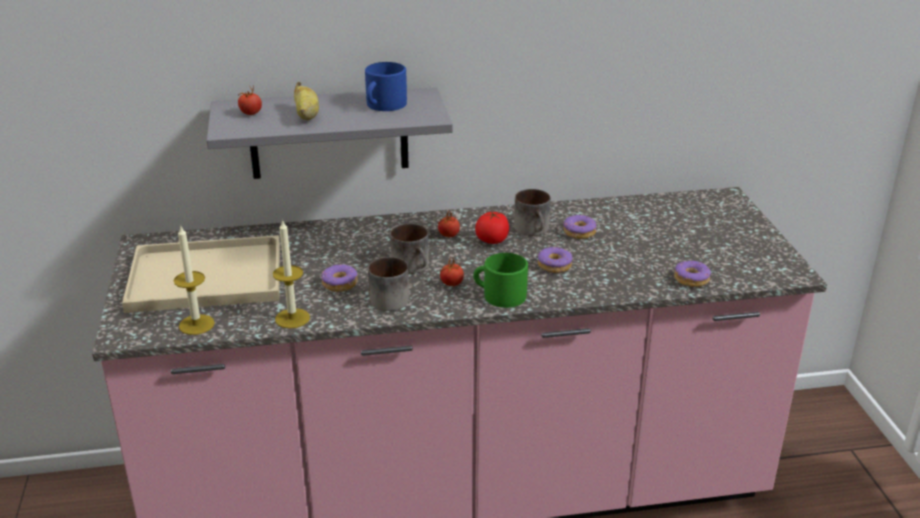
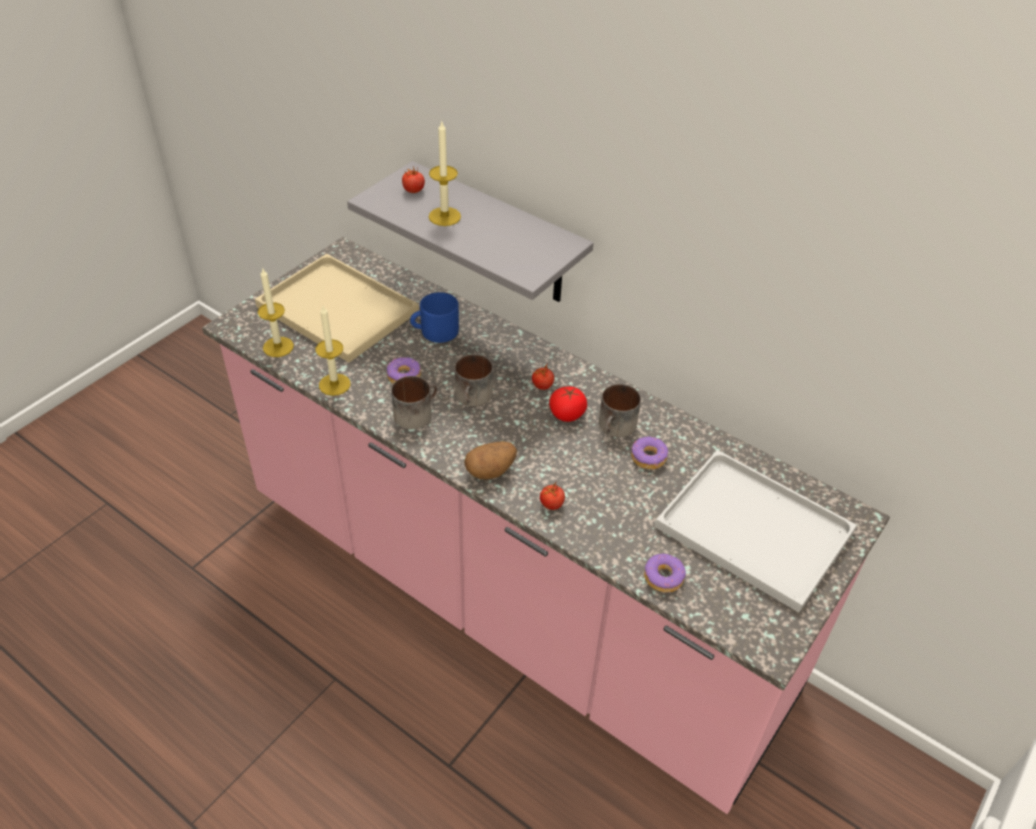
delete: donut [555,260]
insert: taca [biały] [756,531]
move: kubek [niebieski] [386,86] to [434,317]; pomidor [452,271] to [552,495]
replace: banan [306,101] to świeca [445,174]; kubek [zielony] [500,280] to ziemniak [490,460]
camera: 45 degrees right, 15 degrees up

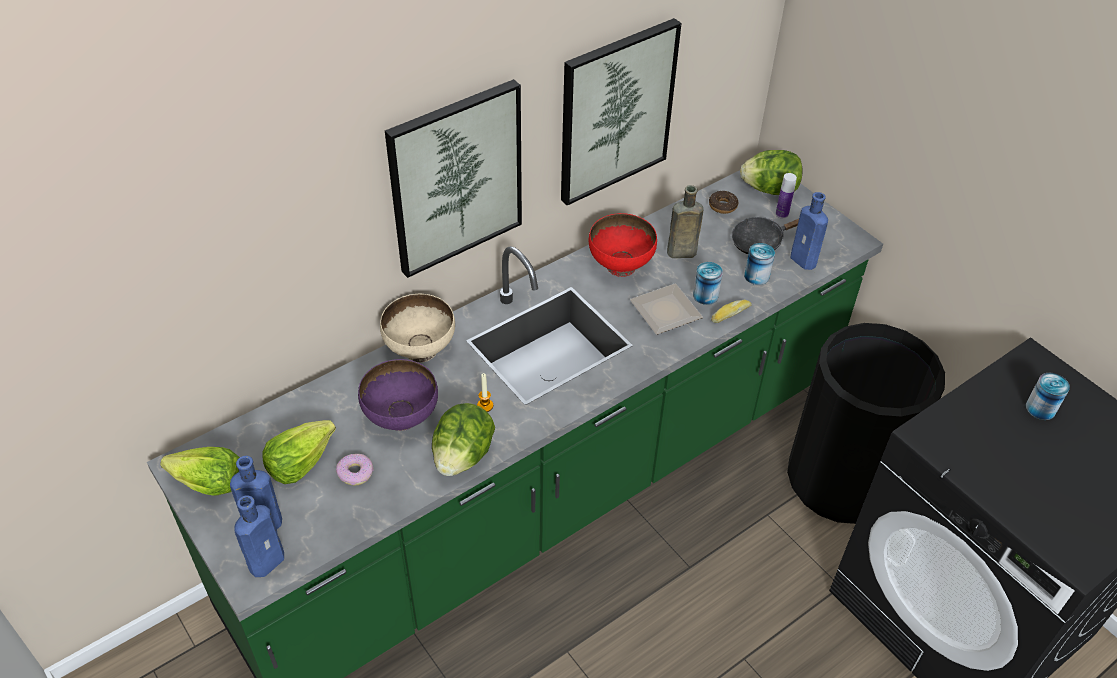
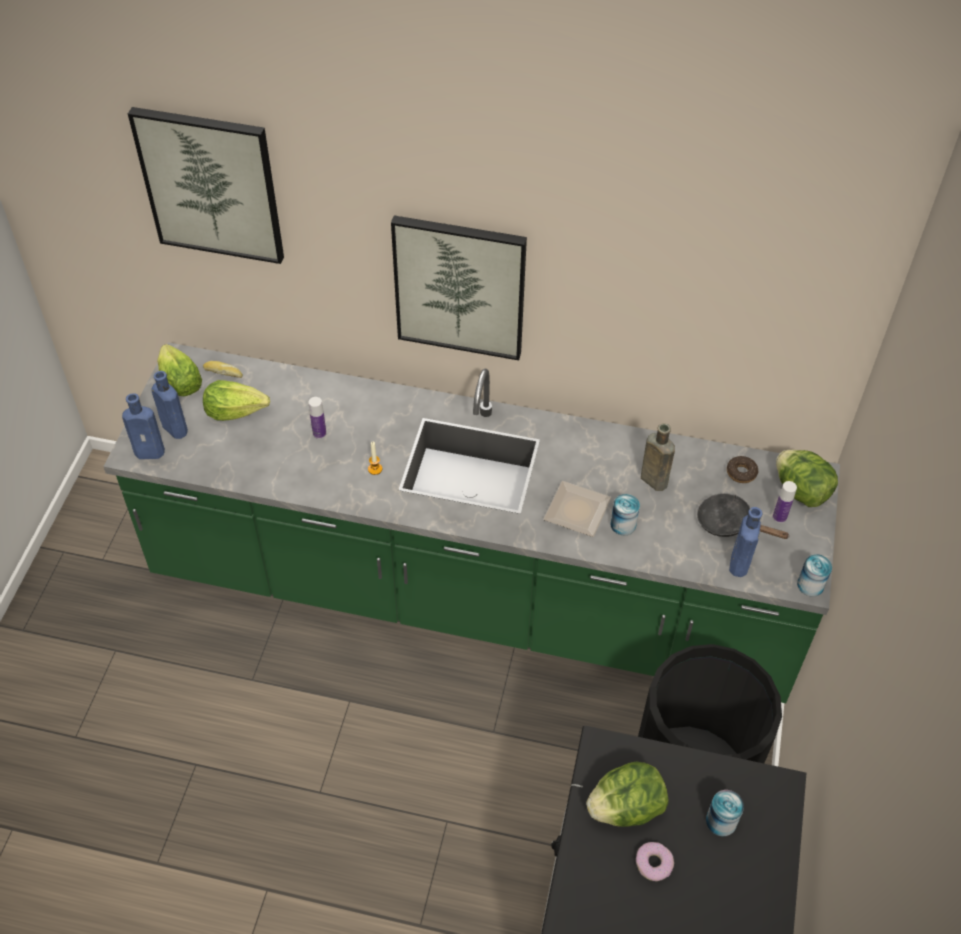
delete: miska [beżowy] [417,328]; miska [czerwony] [623,245]
move: donut [355,470] to [655,861]; sałata [463,439] to [627,794]; obraz [621,111] to [206,185]; chleb [731,311] to [223,369]; puszka [759,264] to [814,575]
replace: miska [fioletowy] [398,395] to butelka [317,418]
camera: 50 degrees right, 5 degrees up

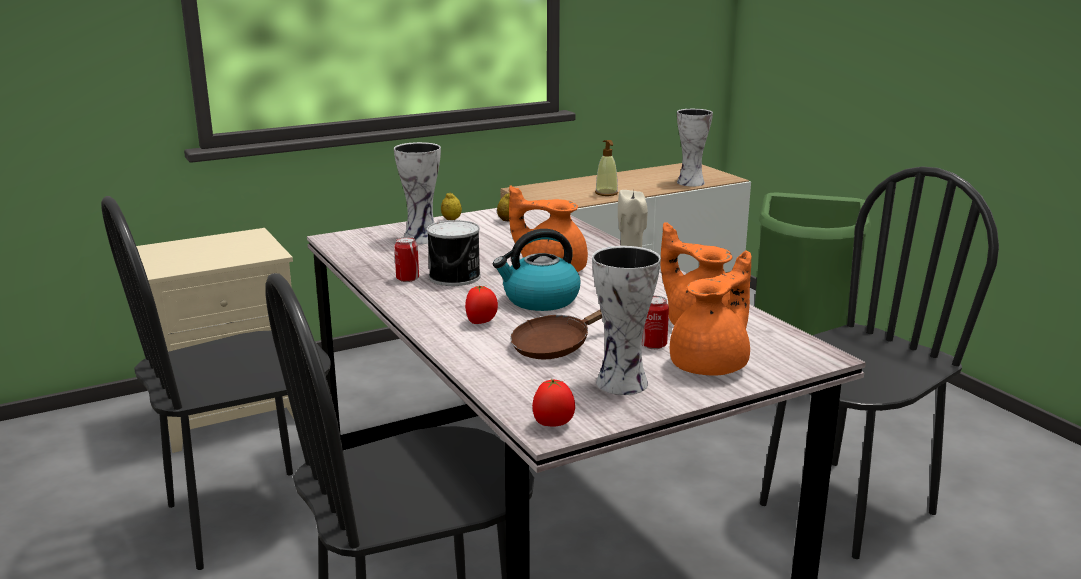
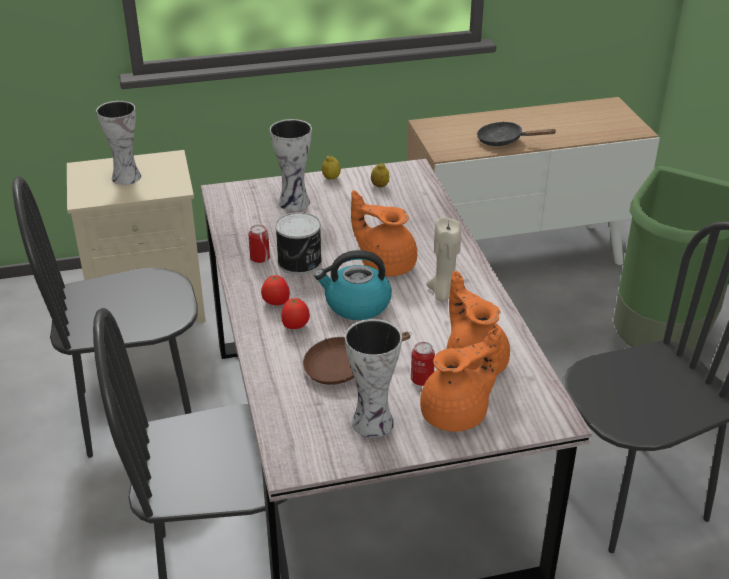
move: pomidor [553,402] to [275,290]; wazon [695,147] to [118,143]
replace: dozownik mydła [606,168] to patelnia [czarny] [517,134]
camera: 15 degrees right, 15 degrees up

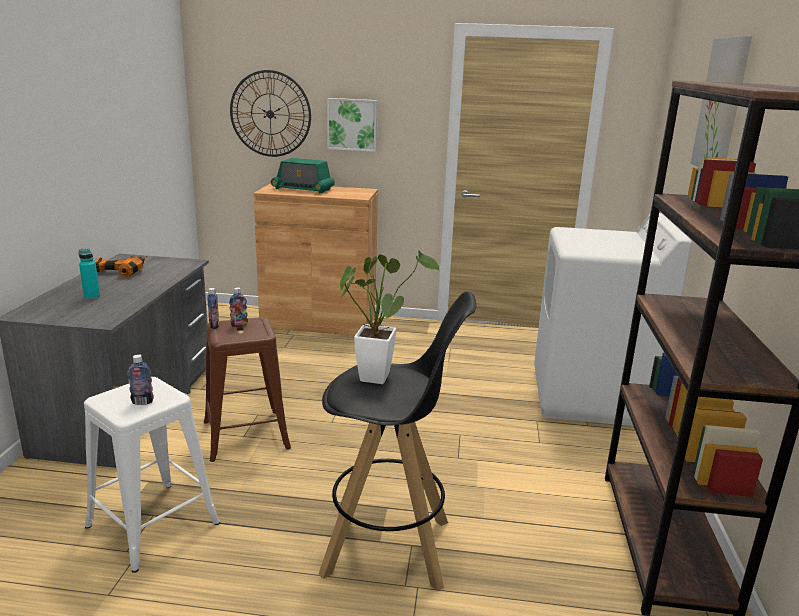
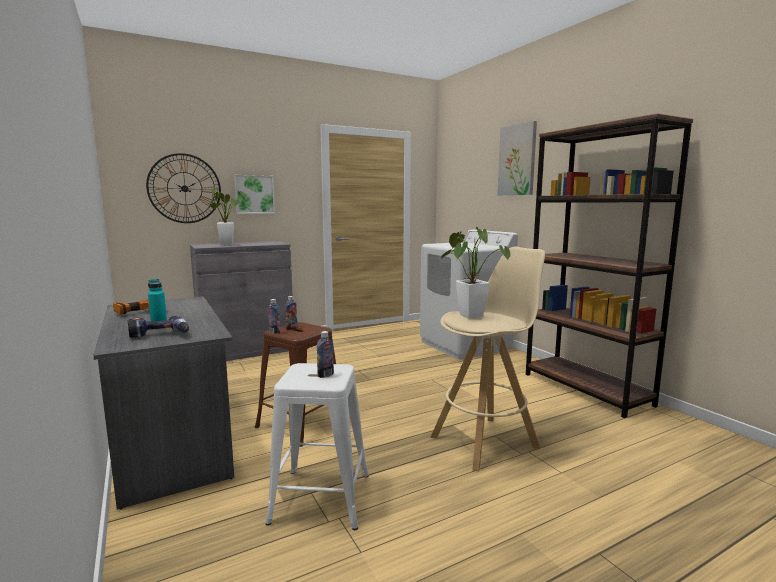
insert: wiertarka [158,326]
replace: radio [303,176] to roślina doniczkowa [228,216]
recolor: szafka [brązowy] [316,259] to szafka [szary] [241,301]; stołek [czarny] [398,441] to stołek [beżowy] [487,359]
camera: 35 degrees left, 10 degrees down

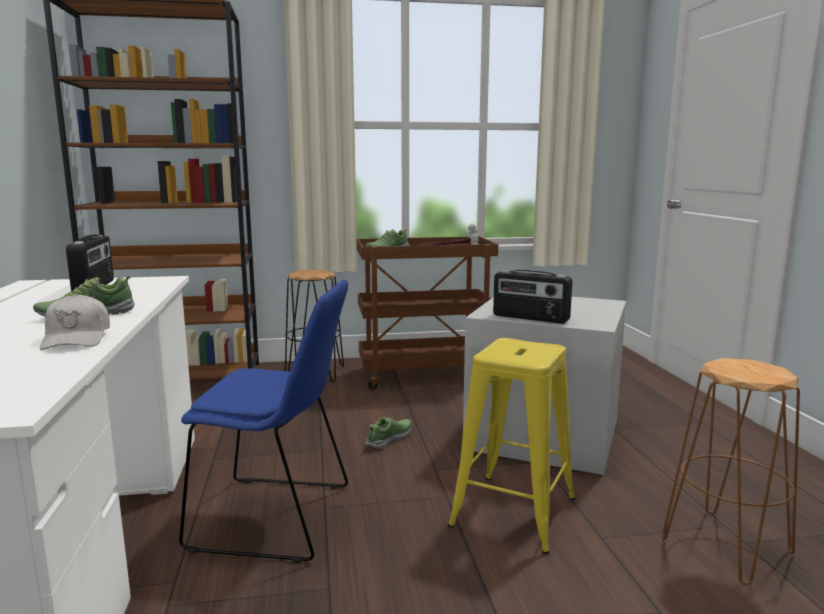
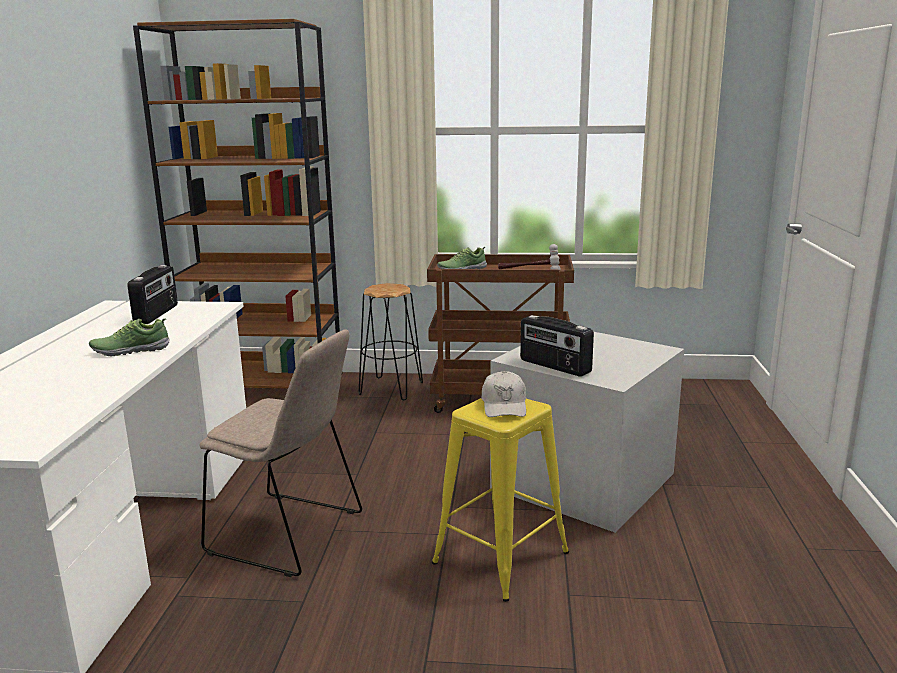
delete: but [388,433]; stołek [brązowy] [731,471]
move: czapka z daszkiem [biały] [75,322] to [503,394]
recolor: krzesło [niebieski] [263,422] to krzesło [beżowy] [280,453]
camera: 15 degrees right, 5 degrees up

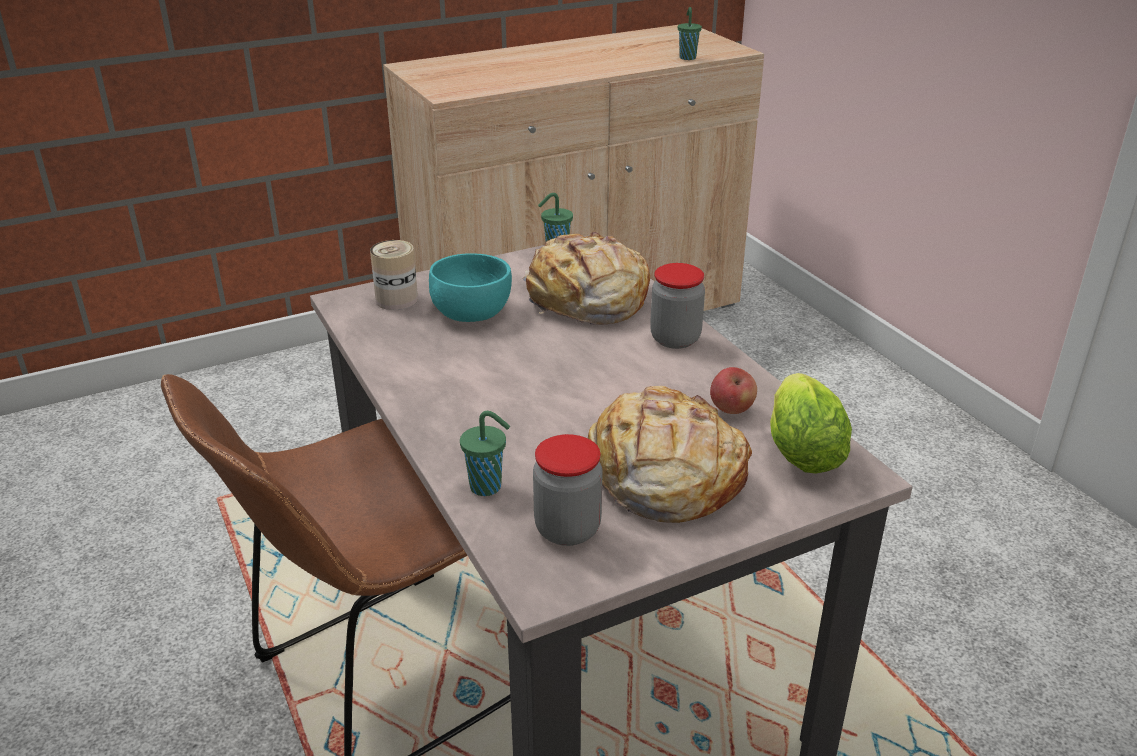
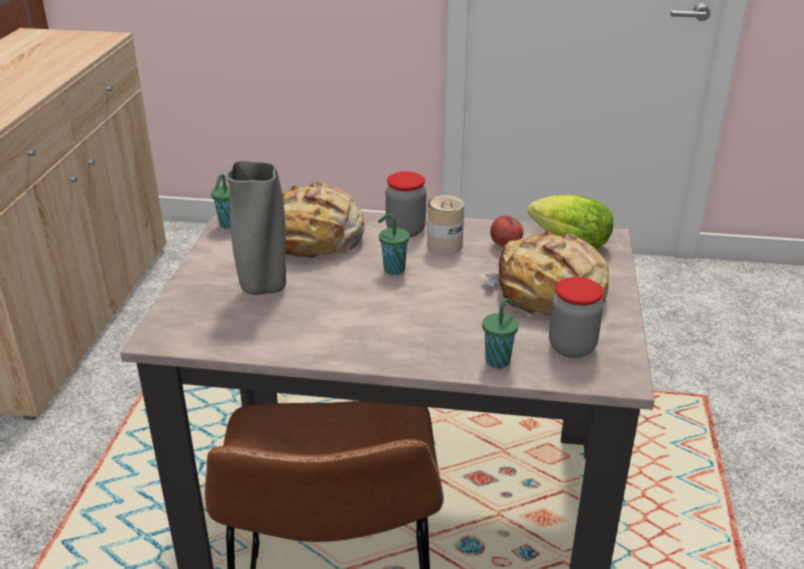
move: puszka [394,275] to [445,225]; filiżanka [zielony] [690,33] to [394,244]
replace: miska [turkusowy] [470,287] to wazon [szary] [256,228]
camera: 55 degrees left, 0 degrees up

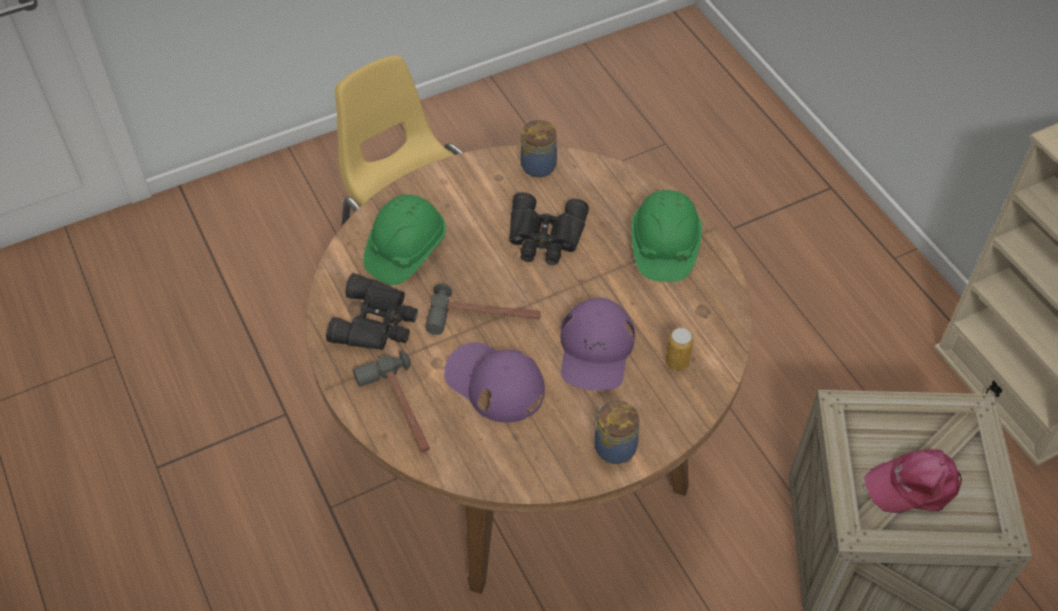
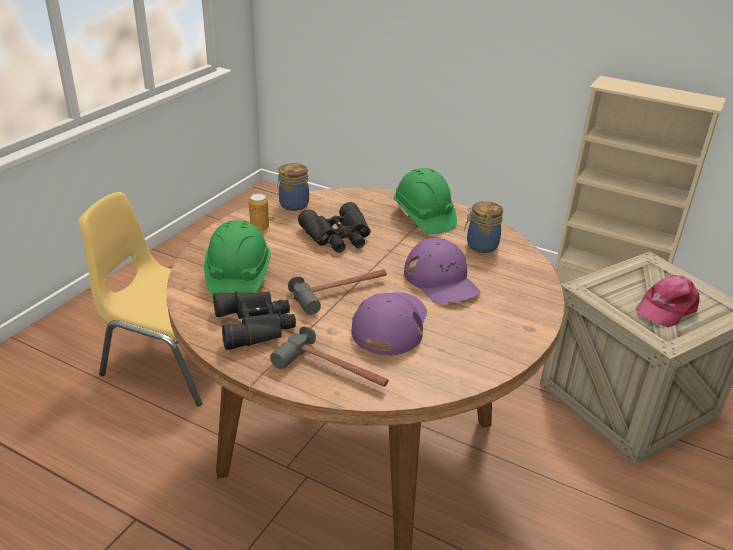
move: słoik [616,432] to [483,227]; puszka [679,349] to [259,213]
rotate: czapka z daszkiem [fioletowy] [494,382] = [389,324] 105 degrees clockwise
camera: 35 degrees left, 20 degrees down

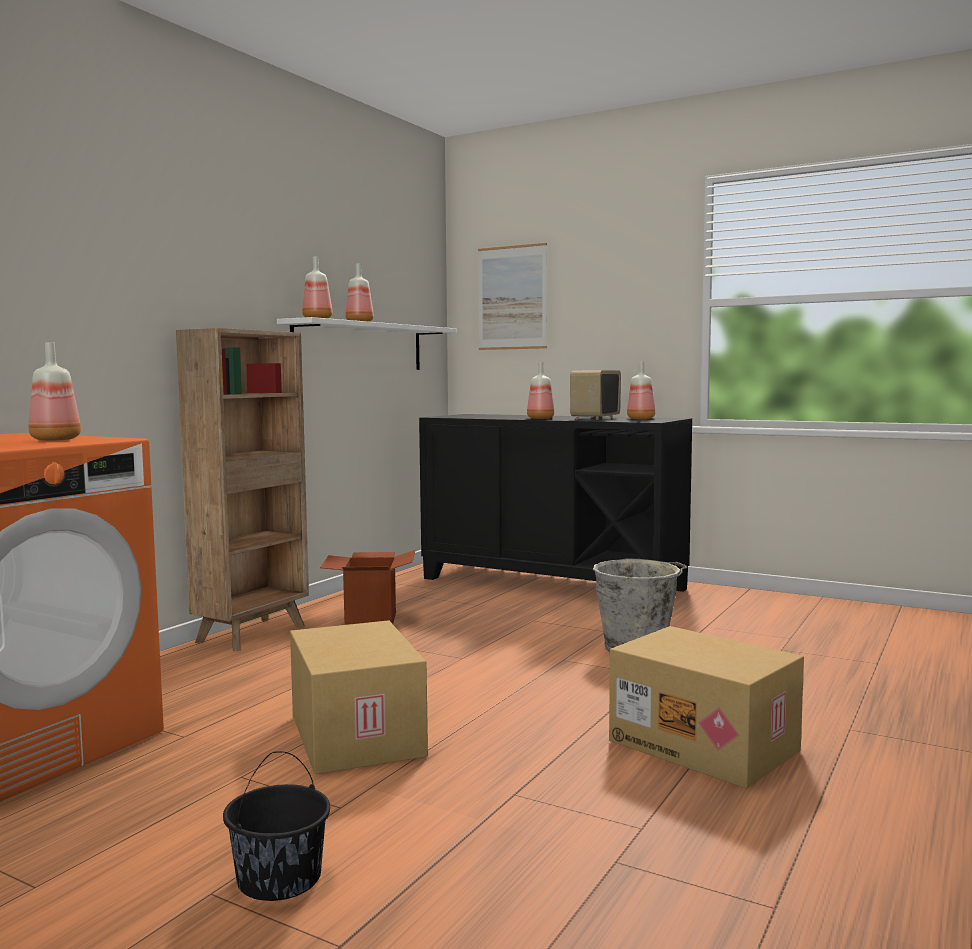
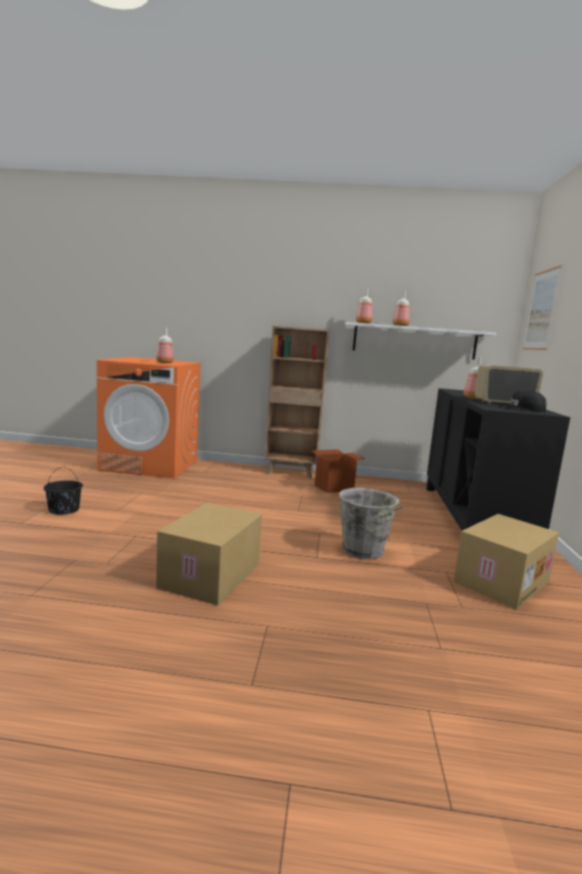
move: karton [359,697] to [506,561]
replace: butelka [641,390] to czapka z daszkiem [czarny] [523,401]
camera: 65 degrees right, 5 degrees up

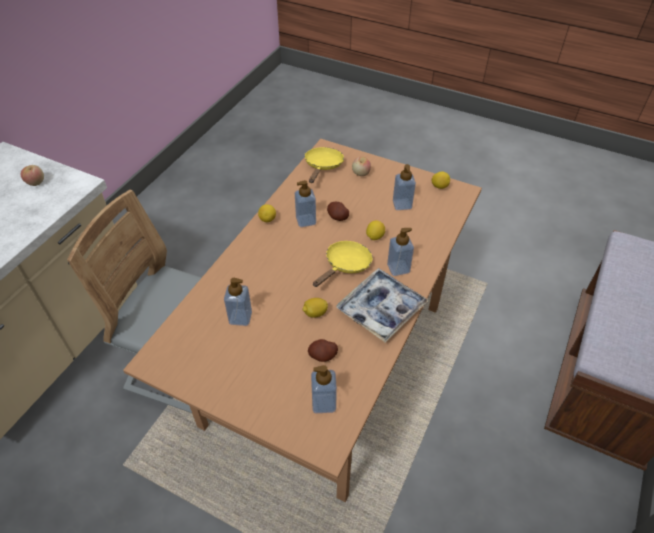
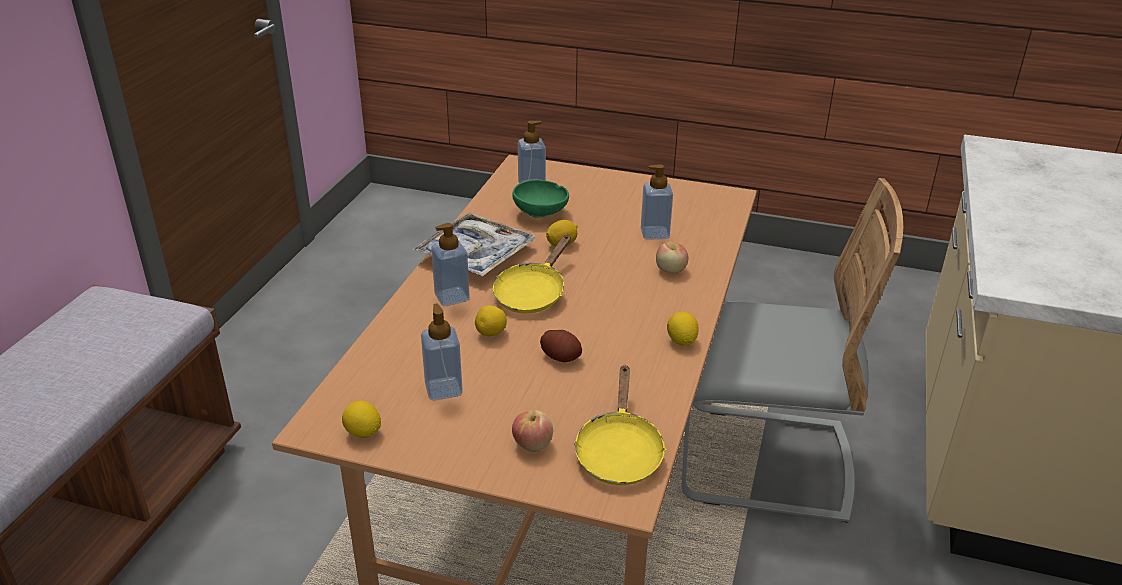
delete: dozownik mydła [305,203]
move: jabłko [32,175] to [672,257]
replace: ziemniak [323,350] to miska [zielony] [541,199]
camera: 170 degrees right, 15 degrees down

